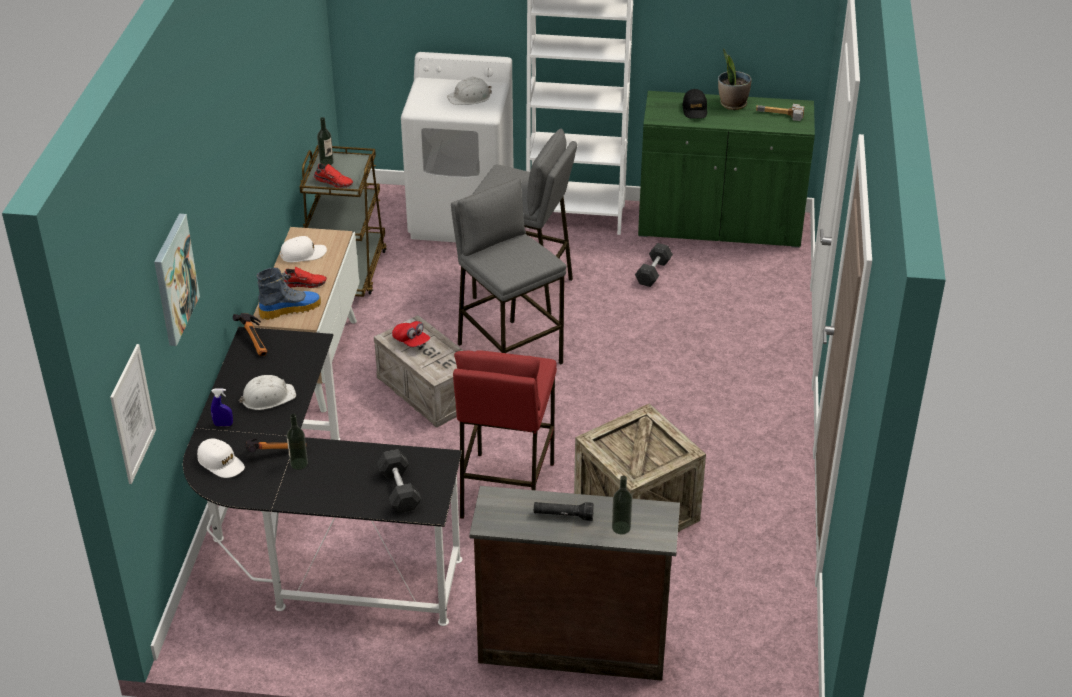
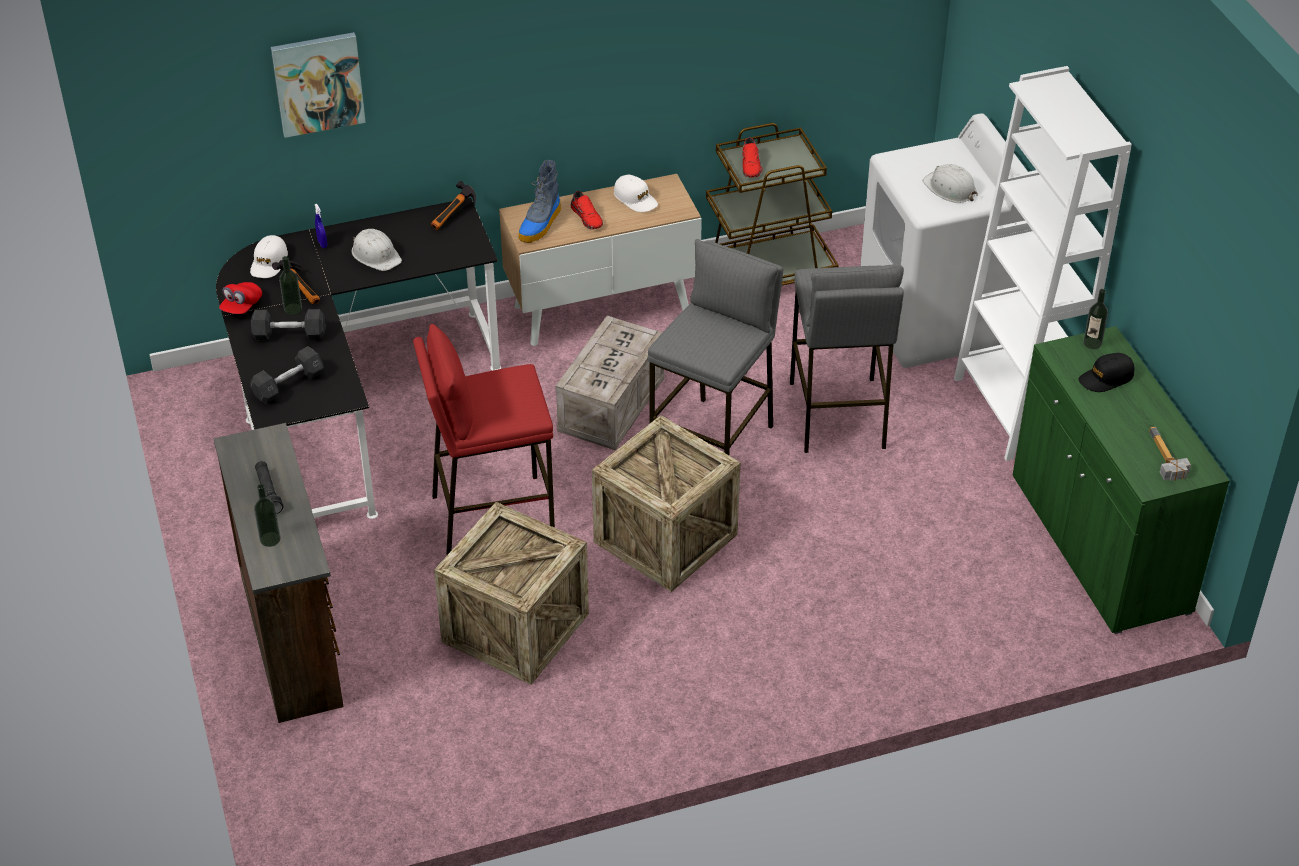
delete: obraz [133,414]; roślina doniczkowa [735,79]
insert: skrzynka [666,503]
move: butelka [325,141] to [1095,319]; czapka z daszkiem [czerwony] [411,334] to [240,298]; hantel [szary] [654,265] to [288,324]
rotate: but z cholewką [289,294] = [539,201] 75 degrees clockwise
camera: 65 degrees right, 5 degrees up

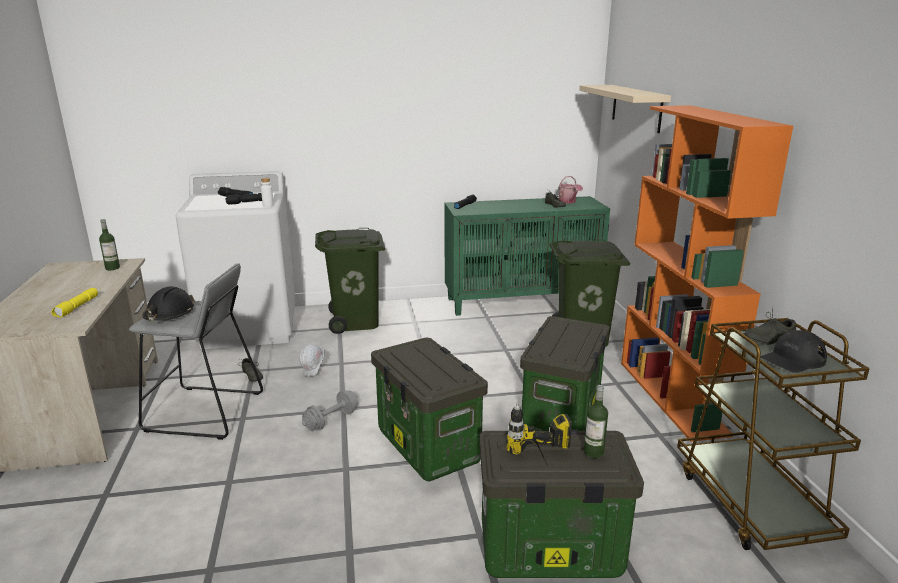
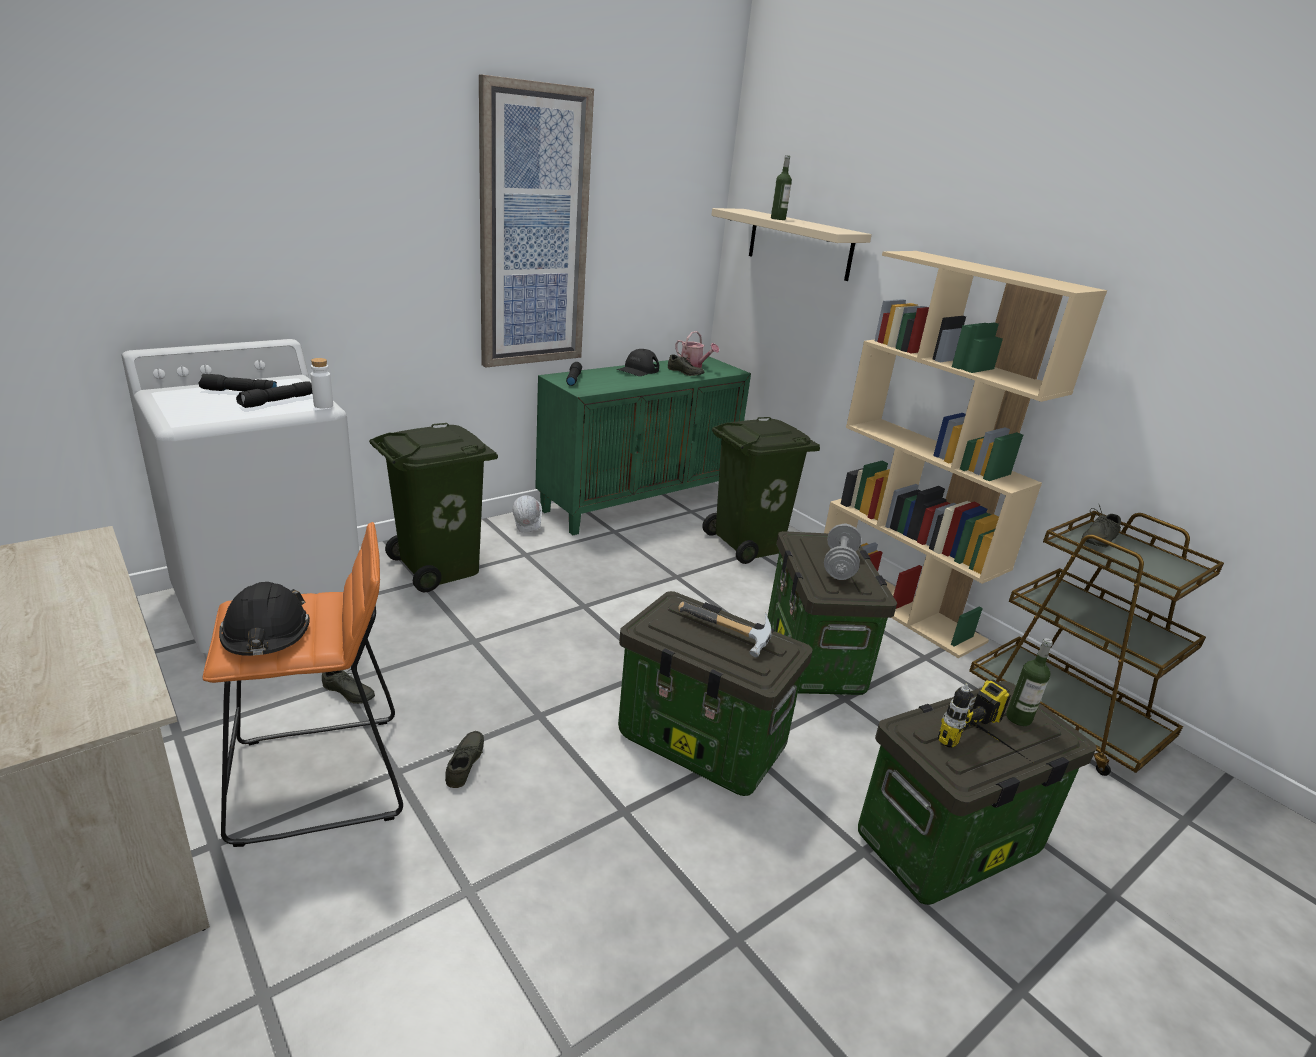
delete: latarka [żółty] [75,302]
insert: but [szary] [464,759]; obraz [536,221]; młotek [725,629]
move: butelka [109,244] to [781,187]; kask [biały] [312,360] to [527,514]; hantel [szary] [330,410] to [842,552]; czapka z daszkiem [czarny] [793,351] to [637,362]
recolor: stołek [szary] [196,351] to stołek [pomarańczowy] [303,684]; regał [pomarańczowy] [707,273] to regał [beżowy] [965,454]
camera: 30 degrees left, 5 degrees up

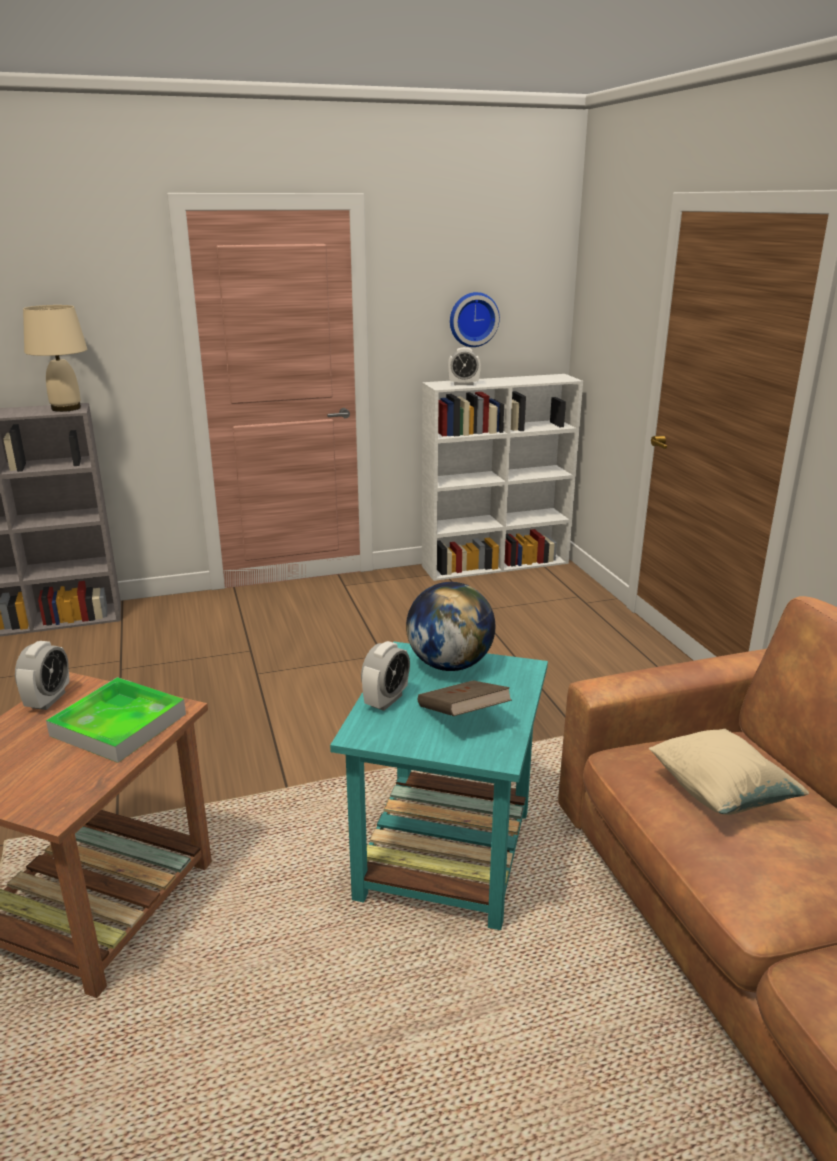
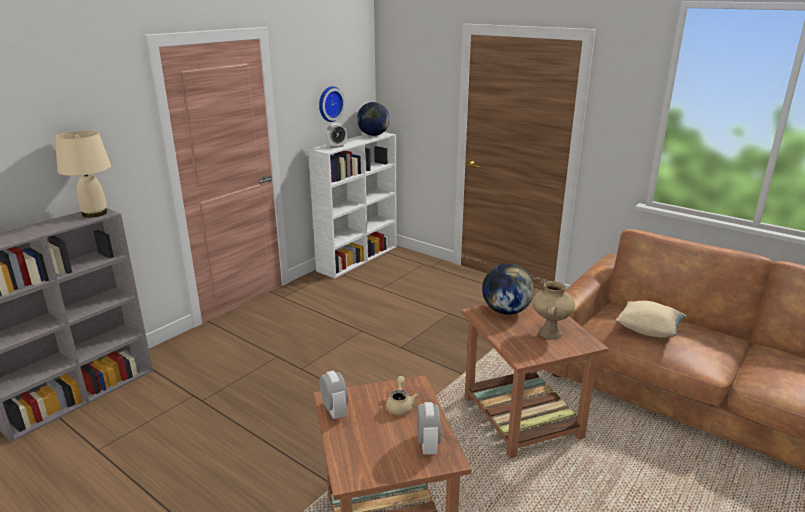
insert: globus [373,119]
move: budzik [385,676] to [429,428]
replace: taca [116,720] to imbryk [beżowy] [402,395]; książka [brązowy] [465,698] to wazon [beżowy] [553,310]
recolor: stolik [turkusowy] [439,785] to stolik [brązowy] [535,377]
camera: 35 degrees left, 0 degrees up

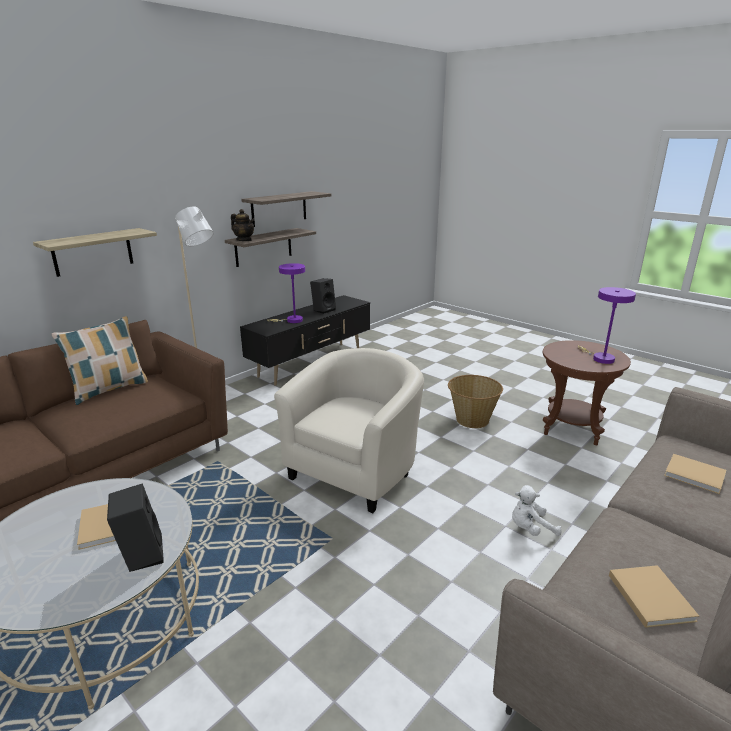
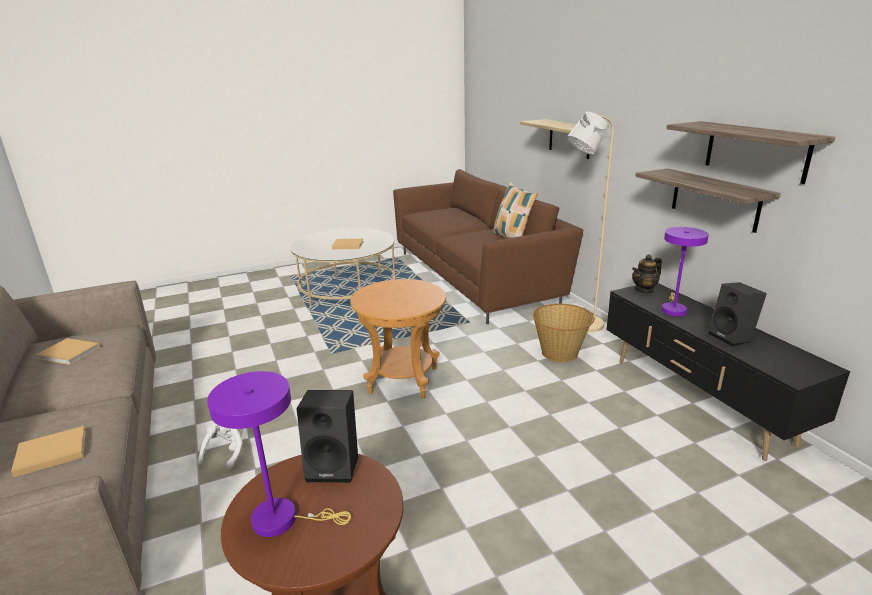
move: głośnik [czarny] [135,528] to [327,436]; imbryk [242,225] to [647,274]; koszyk [475,401] to [563,332]
replace: fotel [beżowy] [349,430] to stolik [brązowy] [398,339]
camera: 115 degrees right, 0 degrees up

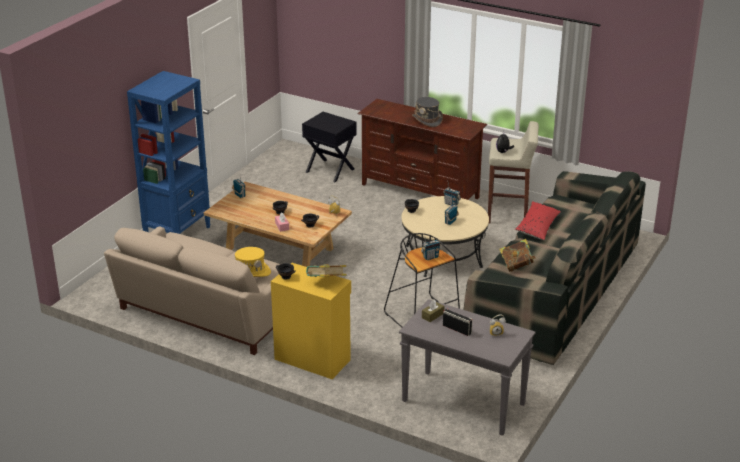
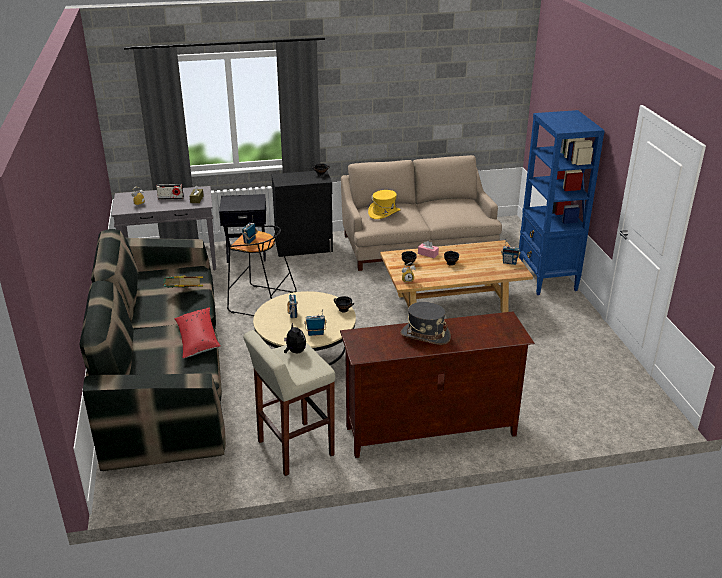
delete: książka [326,270]
move: stolik [czarny] [329,147] to [242,228]
recolor: szafka [żółty] [311,321] to szafka [czarny] [302,214]
camera: 140 degrees right, 0 degrees up

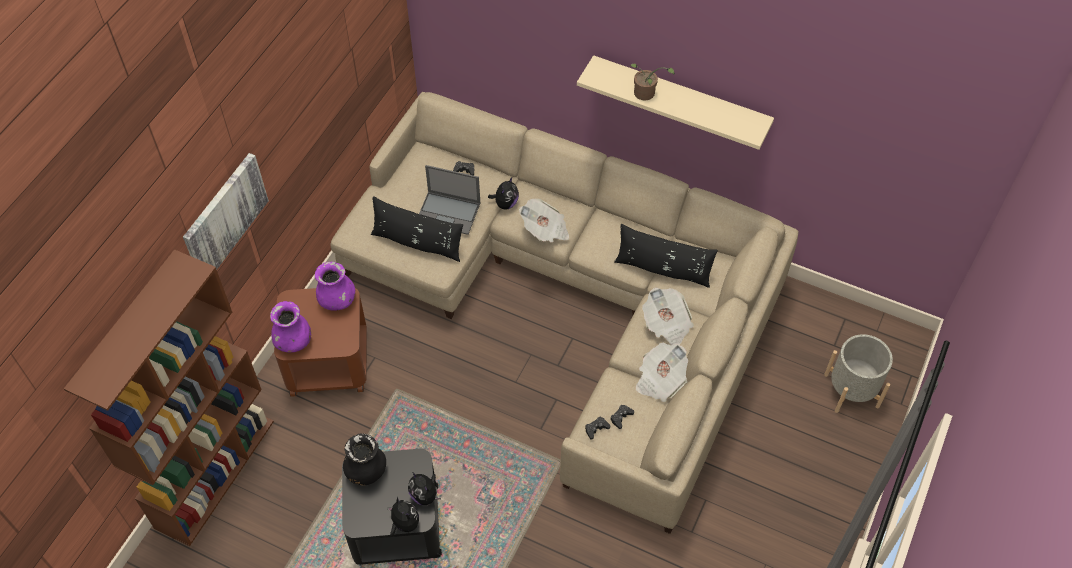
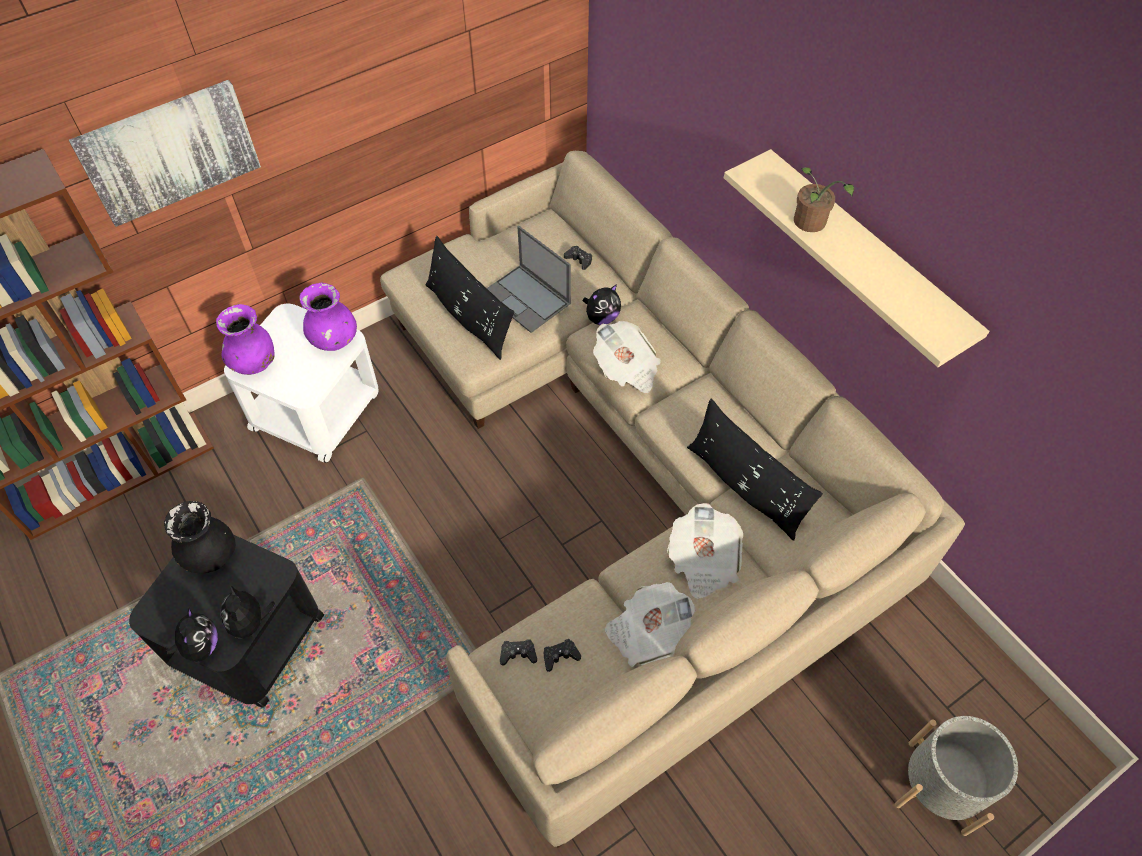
recolor: stolik [brązowy] [320,342] to stolik [biały] [301,383]
camera: 30 degrees right, 0 degrees up

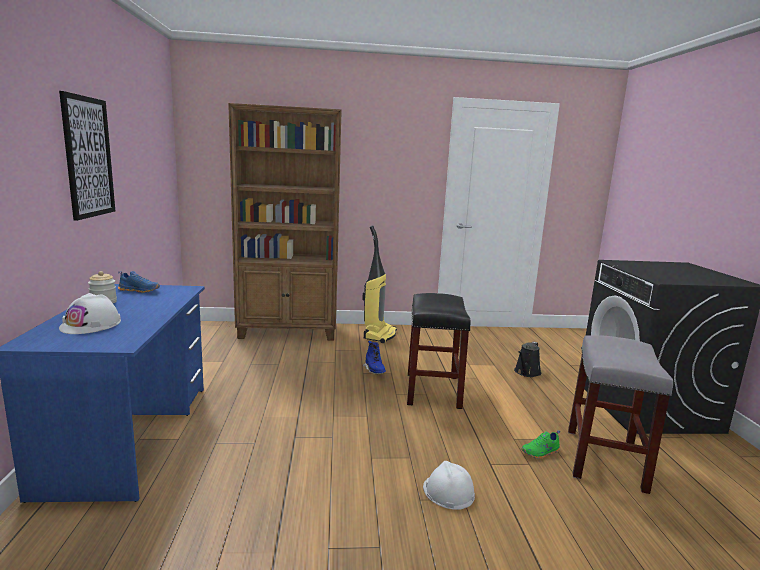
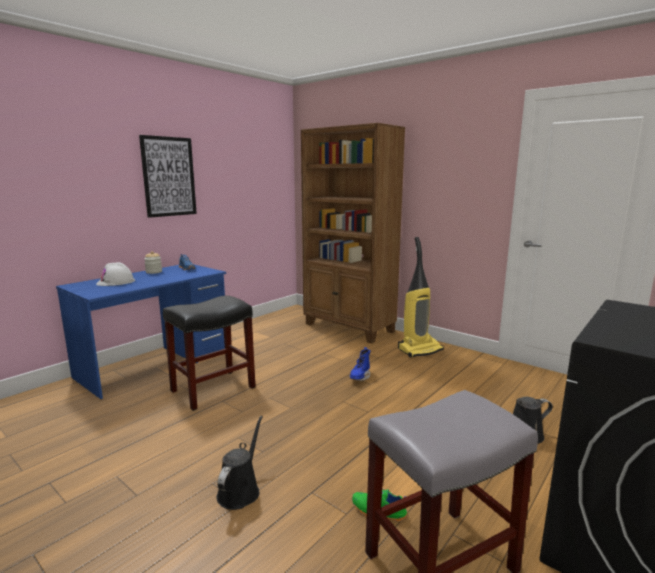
move: stołek [czarny] [439,351] to [209,353]
replace: kask [biały] [449,485] to konewka [czarny] [239,463]
camera: 45 degrees right, 0 degrees up

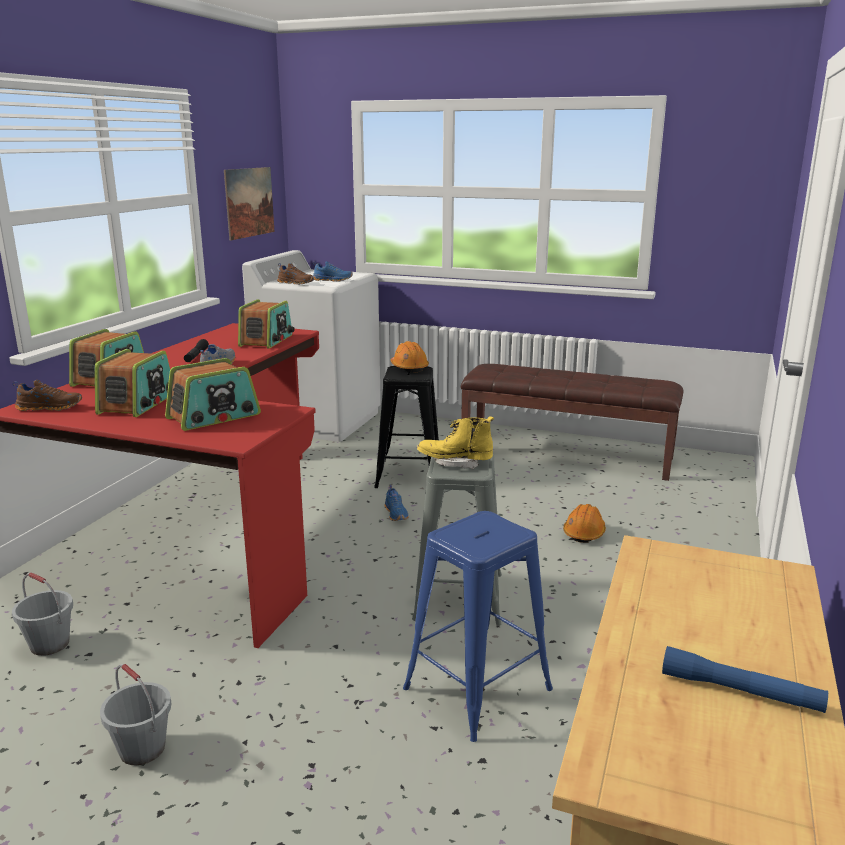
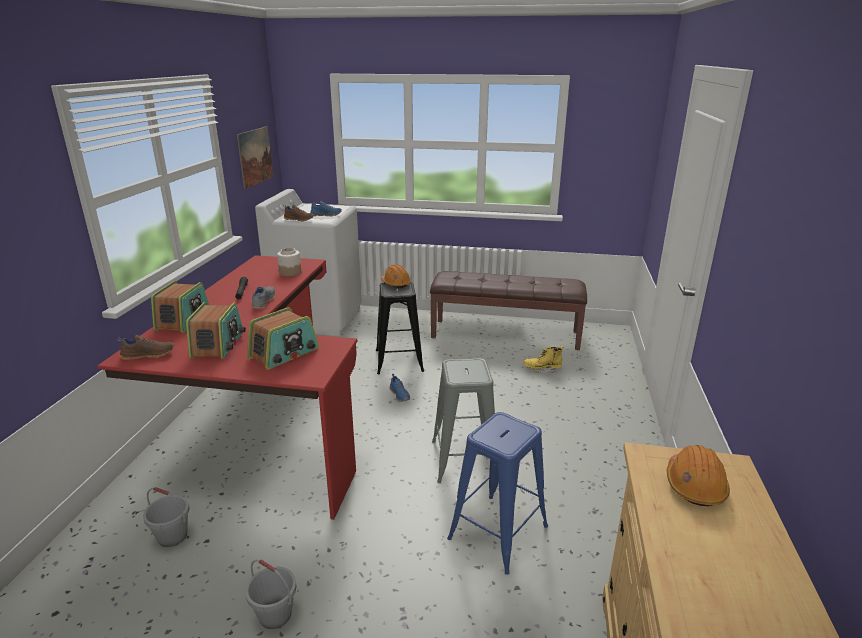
delete: latarka [niebieski] [745,679]
move: but z cholewką [żółty] [455,442] to [543,359]; kask [pomarańczowy] [584,523] to [698,475]
replace: radio [266,323] to słoik [289,262]
camera: 10 degrees left, 5 degrees up

